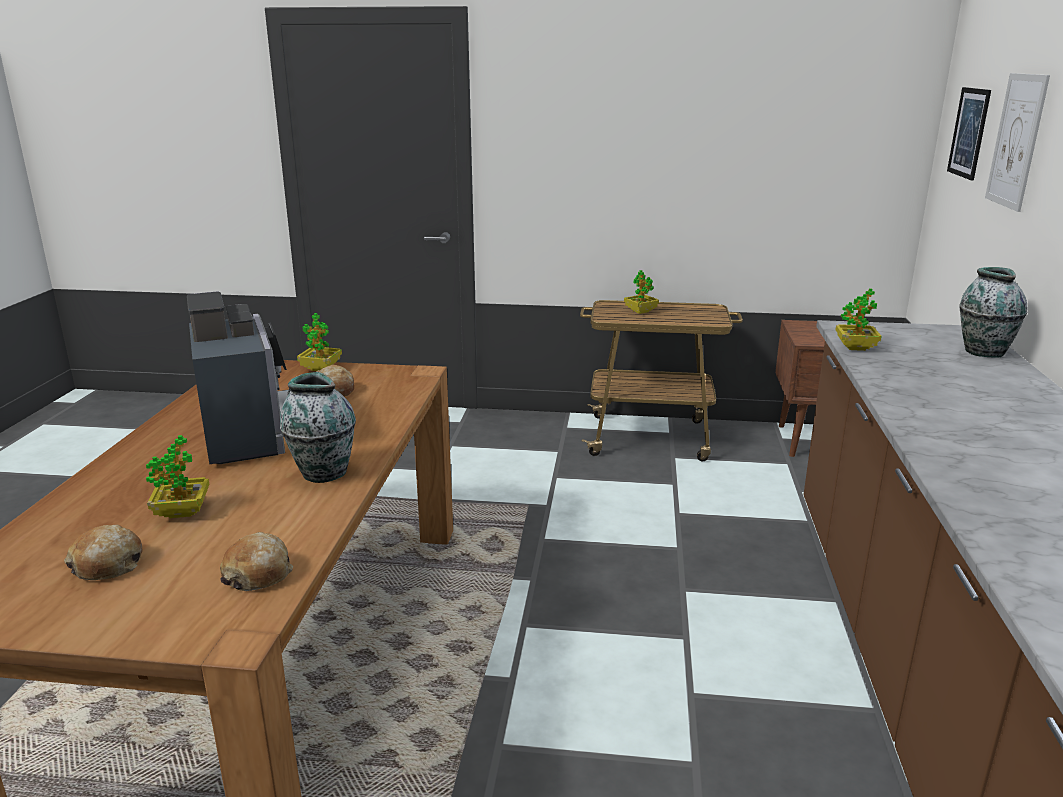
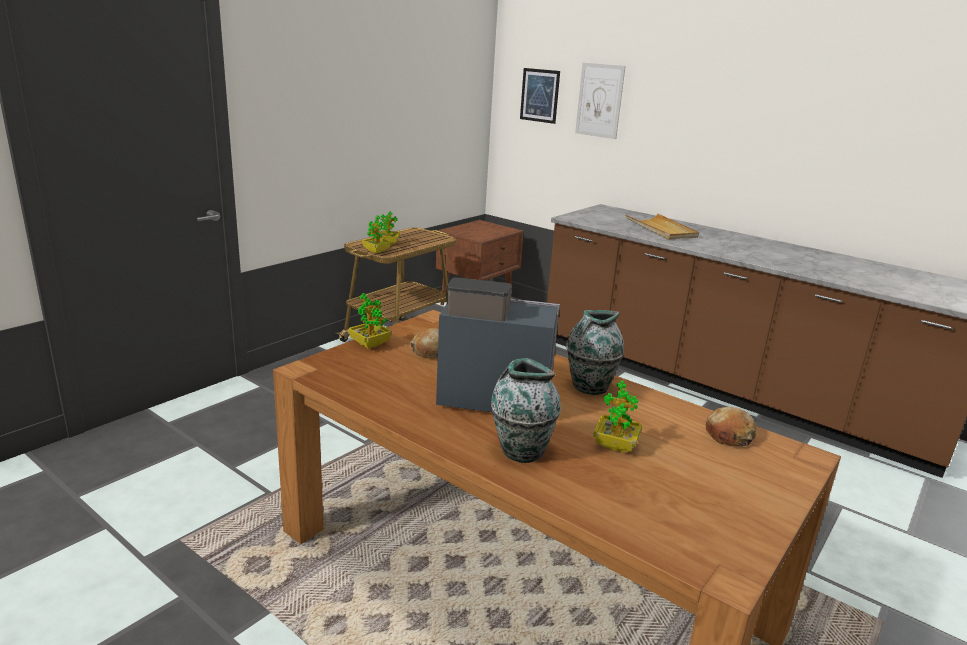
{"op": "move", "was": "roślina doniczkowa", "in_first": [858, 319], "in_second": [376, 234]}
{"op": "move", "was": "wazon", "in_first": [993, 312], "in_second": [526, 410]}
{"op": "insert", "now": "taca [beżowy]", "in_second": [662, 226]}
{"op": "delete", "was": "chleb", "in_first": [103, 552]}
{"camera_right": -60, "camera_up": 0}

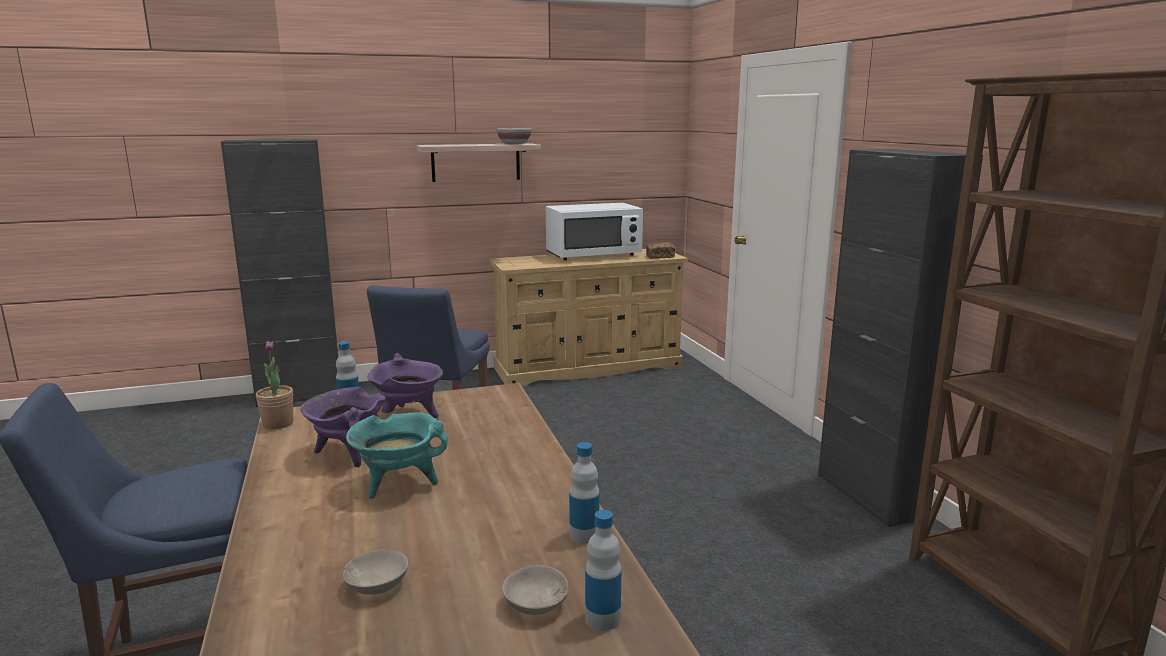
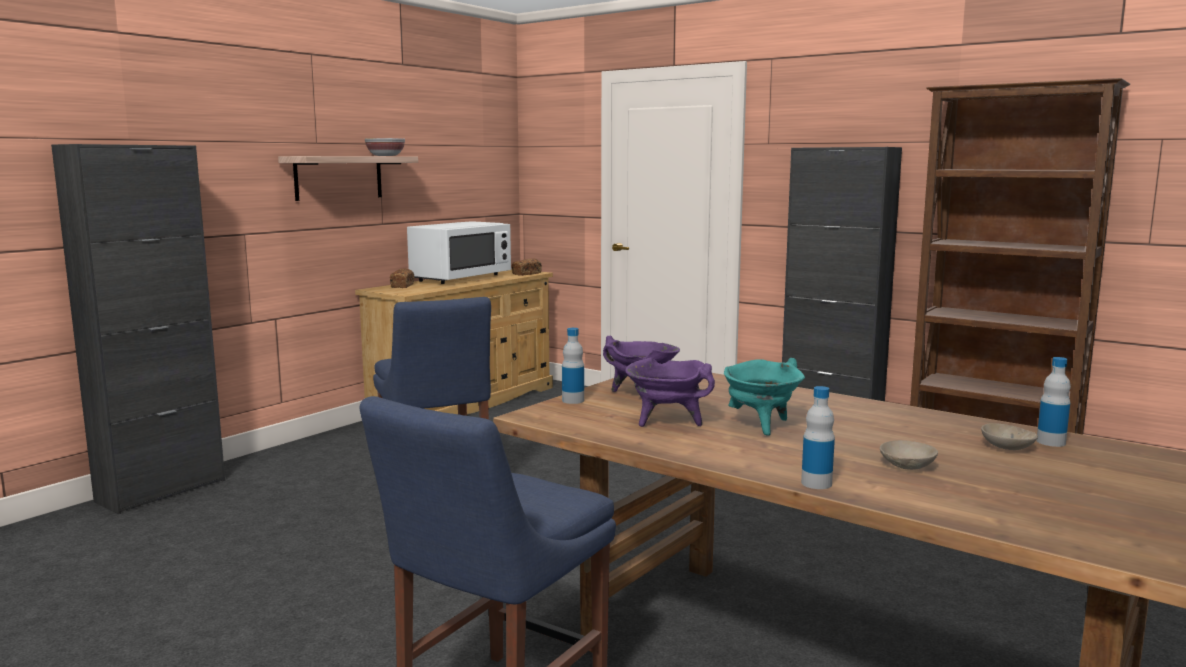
{"op": "insert", "now": "chleb", "in_second": [402, 278]}
{"op": "move", "was": "butelka", "in_first": [584, 493], "in_second": [818, 437]}
{"op": "delete", "was": "roślina doniczkowa", "in_first": [274, 385]}
{"camera_right": -35, "camera_up": -5}

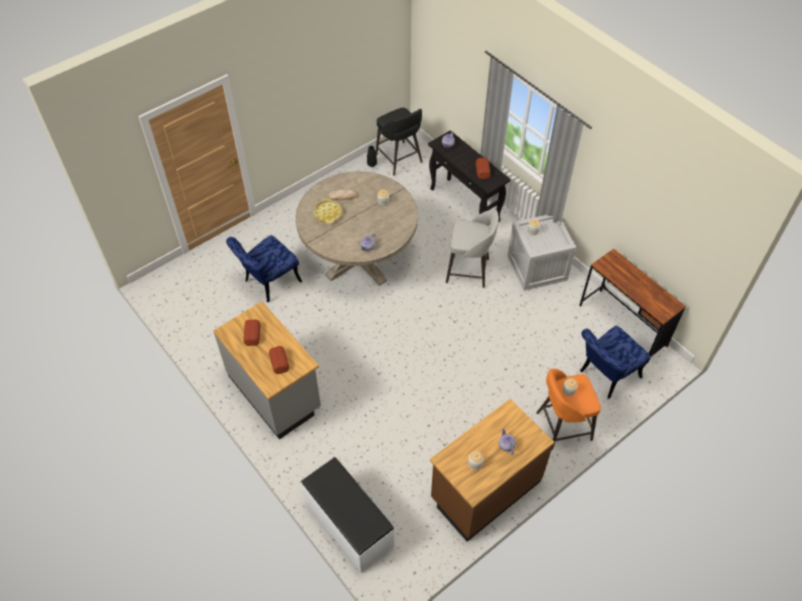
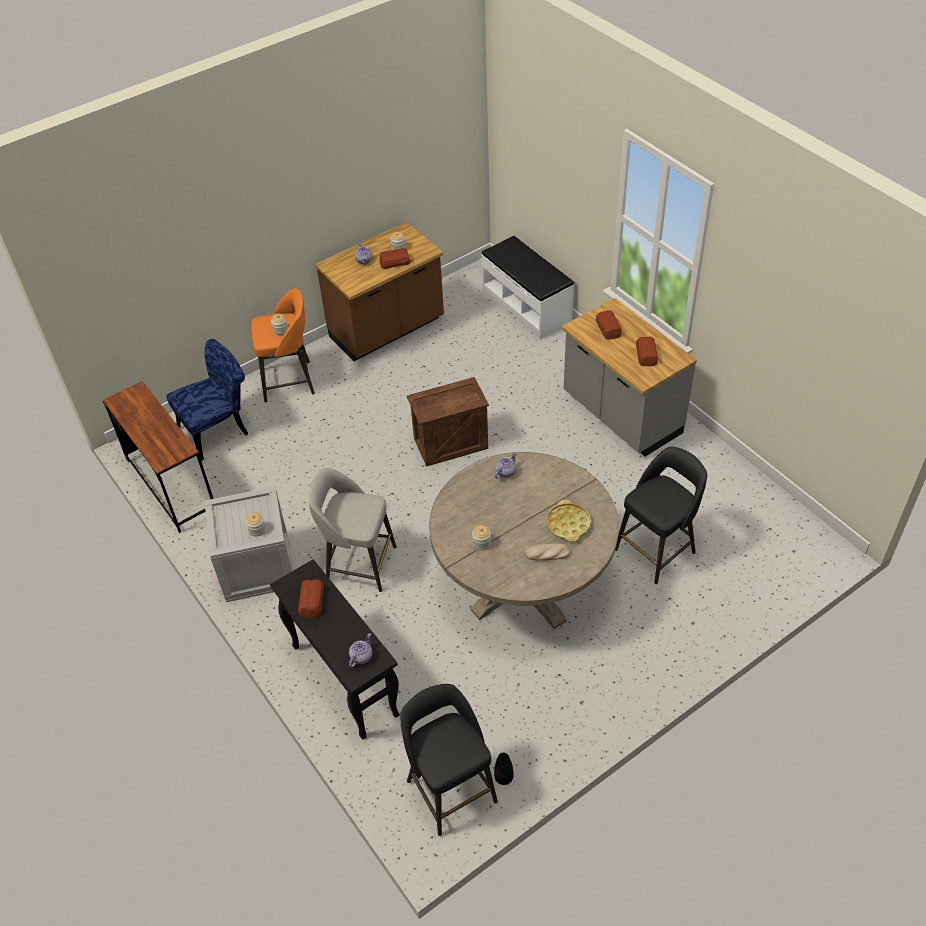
{"op": "insert", "now": "chleb", "in_second": [395, 258]}
{"op": "insert", "now": "skrzynka", "in_second": [448, 422]}
{"op": "replace", "was": "krzesło [niebieski]", "now": "stołek [czarny]", "in_first": [264, 268], "in_second": [661, 515]}
{"camera_right": -175, "camera_up": -5}

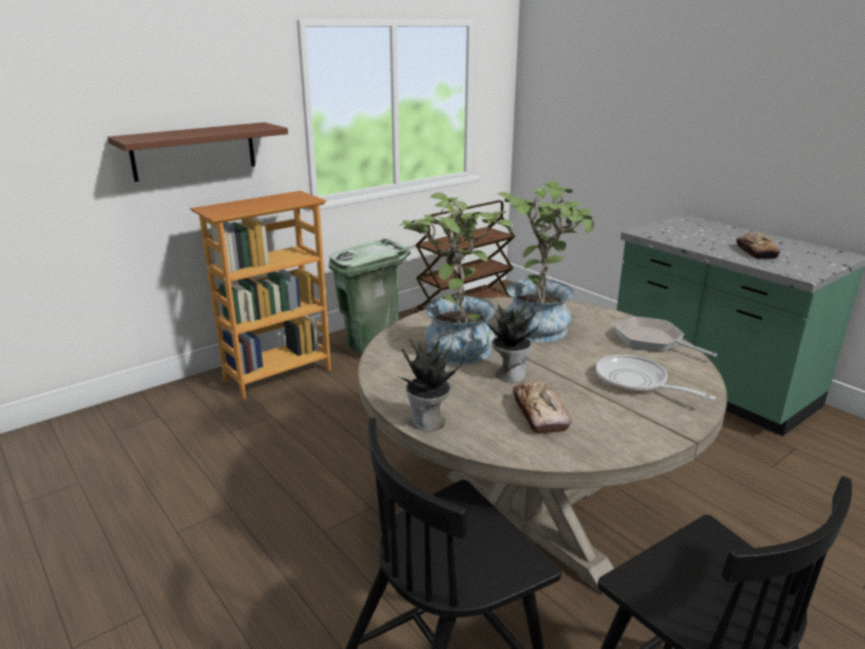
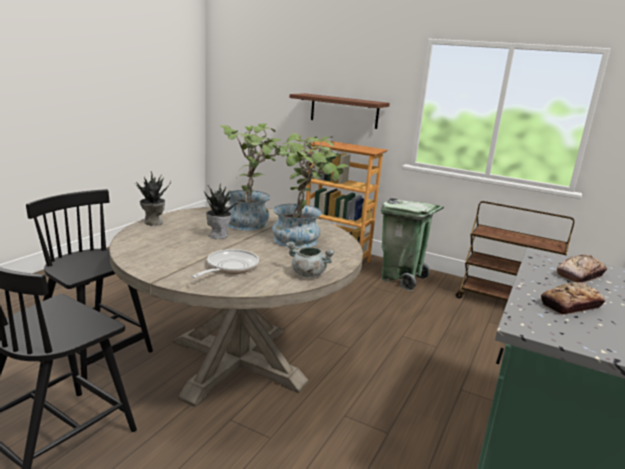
{"op": "replace", "was": "patelnia", "now": "garnek [szary]", "in_first": [665, 336], "in_second": [310, 259]}
{"op": "move", "was": "chleb", "in_first": [542, 407], "in_second": [582, 268]}
{"camera_right": 65, "camera_up": -5}

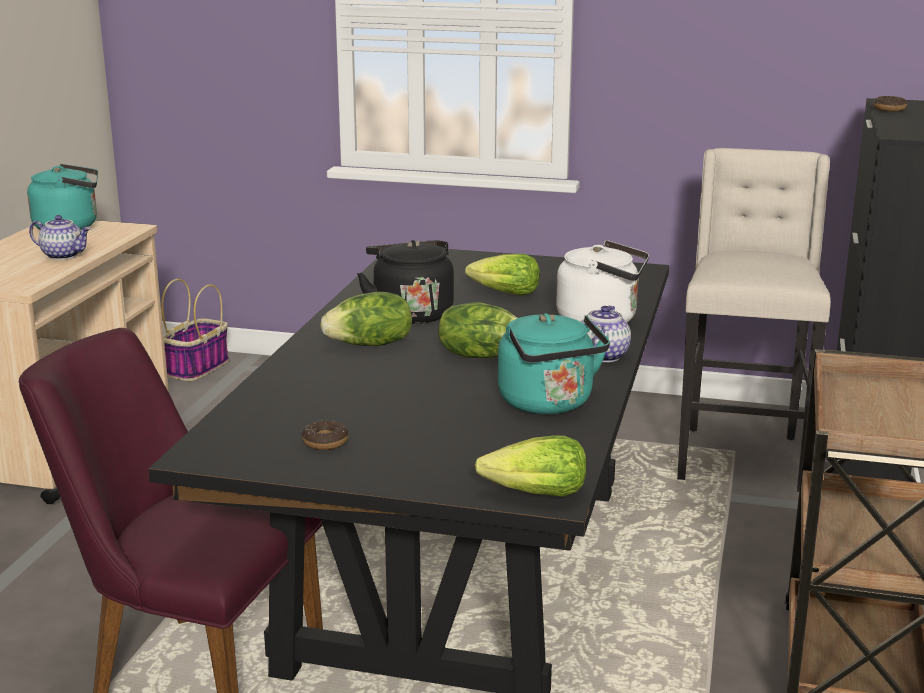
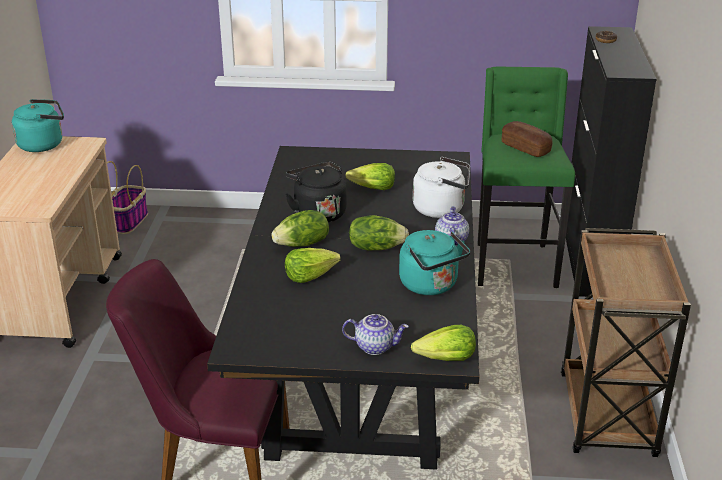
{"op": "insert", "now": "sałata", "in_second": [313, 265]}
{"op": "move", "was": "imbryk", "in_first": [60, 237], "in_second": [375, 334]}
{"op": "recolor", "was": "stołek [beżowy]", "now": "stołek [zielony]", "in_first": [754, 319], "in_second": [526, 177]}
{"op": "insert", "now": "chleb", "in_second": [527, 139]}
{"op": "delete", "was": "donut", "in_first": [324, 435]}
{"camera_right": -10, "camera_up": 10}

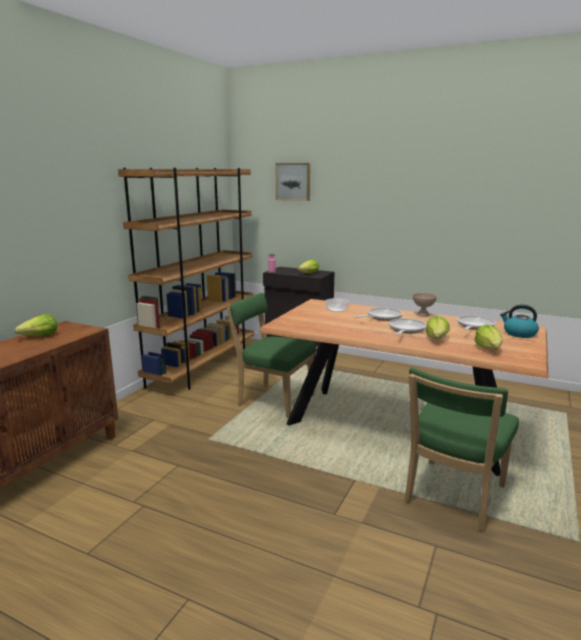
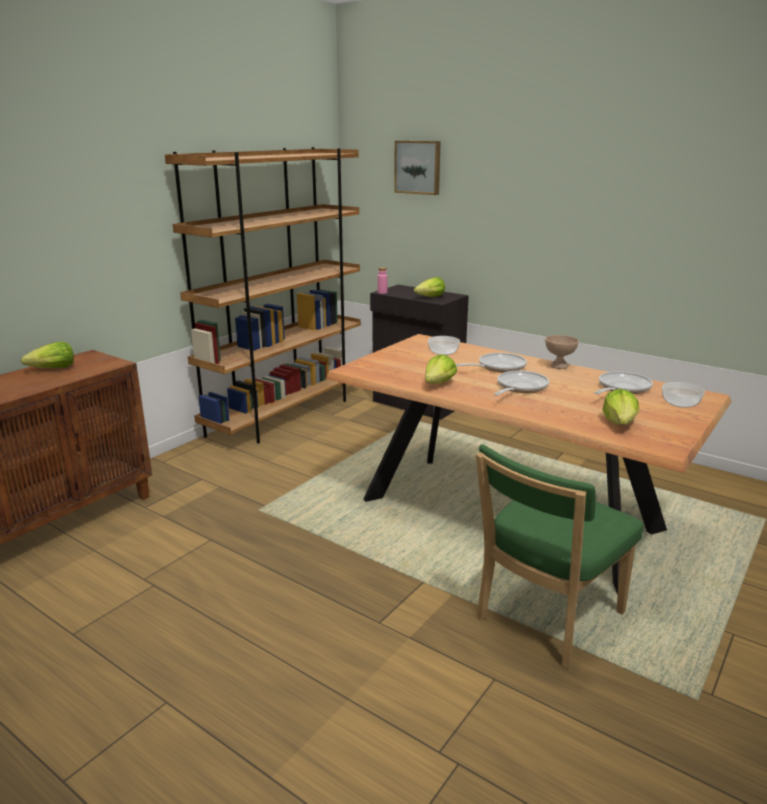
{"op": "move", "was": "sałata", "in_first": [438, 327], "in_second": [441, 369]}
{"op": "replace", "was": "czajnik", "now": "miska", "in_first": [519, 321], "in_second": [683, 395]}
{"op": "delete", "was": "krzesło [zielony]", "in_first": [271, 355]}
{"camera_right": 10, "camera_up": 5}

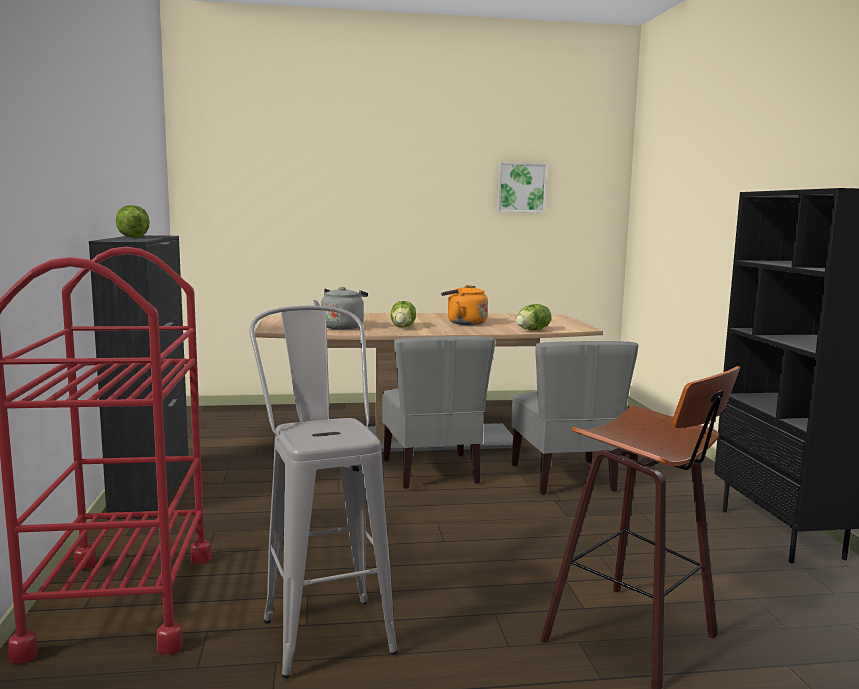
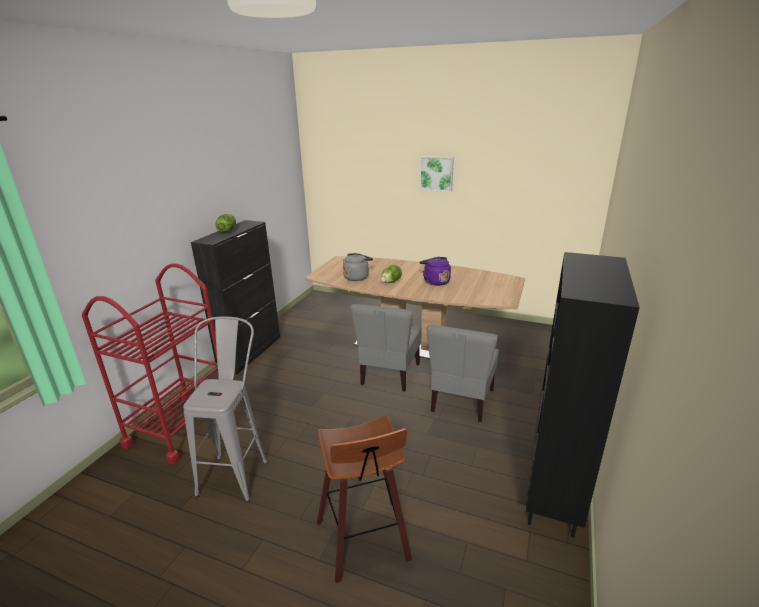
{"op": "move", "was": "obraz", "in_first": [522, 188], "in_second": [437, 174]}
{"op": "recolor", "was": "czajnik [pomarańczowy]", "now": "czajnik [fioletowy]", "in_first": [464, 305], "in_second": [435, 271]}
{"op": "delete", "was": "sałata", "in_first": [533, 317]}
{"camera_right": 30, "camera_up": 15}

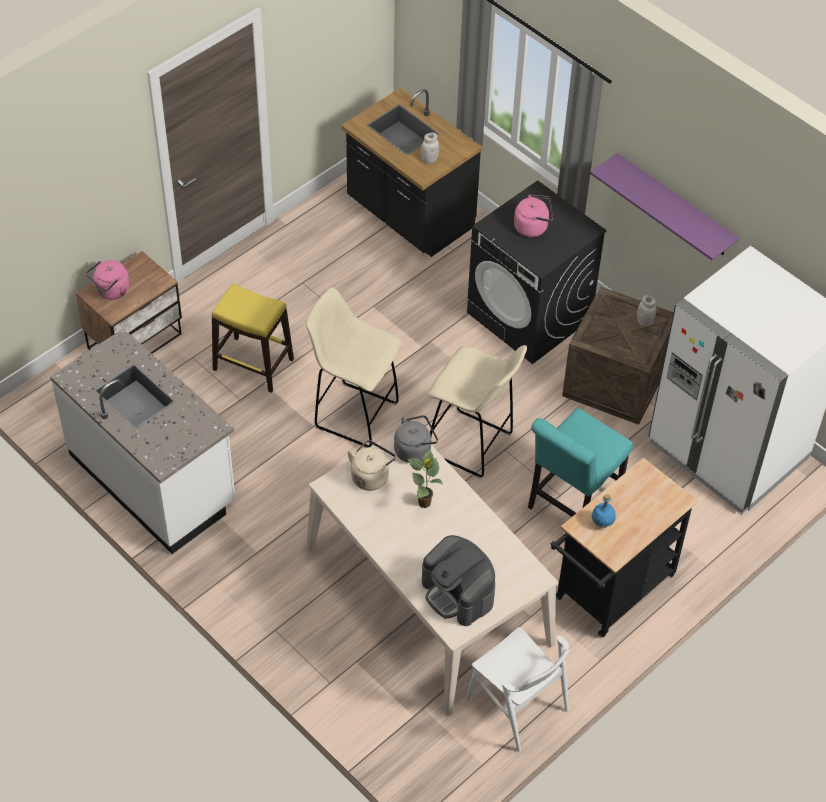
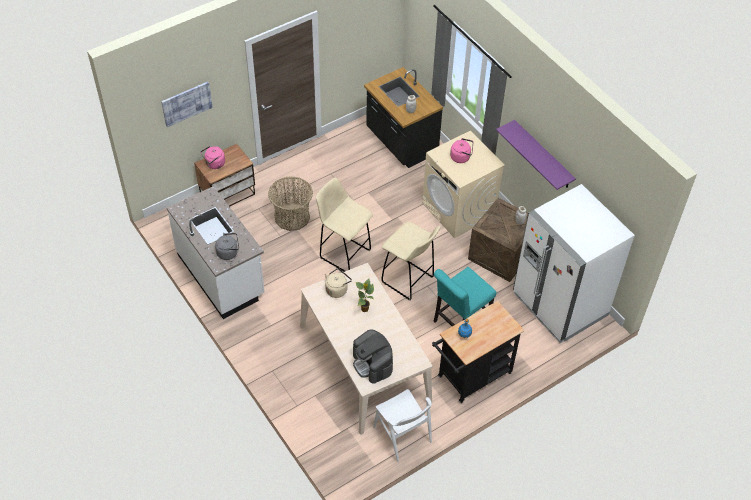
{"op": "insert", "now": "obraz", "in_second": [187, 104]}
{"op": "move", "was": "czajnik [szary]", "in_first": [416, 439], "in_second": [227, 246]}
{"op": "replace", "was": "stołek [żółty]", "now": "koszyk", "in_first": [253, 338], "in_second": [291, 204]}
{"op": "recolor", "was": "pralka [czarny]", "now": "pralka [beżowy]", "in_first": [537, 272], "in_second": [463, 184]}
{"camera_right": 10, "camera_up": 0}

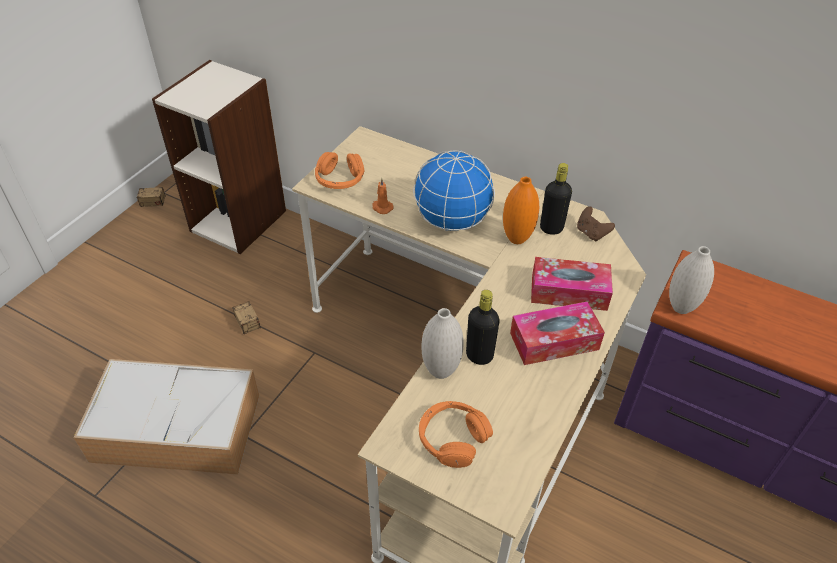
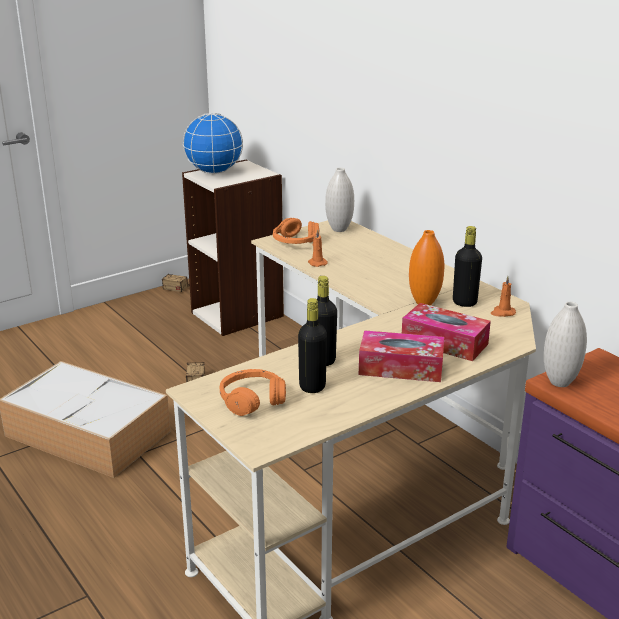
{"op": "move", "was": "globus", "in_first": [454, 191], "in_second": [213, 143]}
{"op": "insert", "now": "butelka [czarny]", "in_second": [312, 345]}
{"op": "move", "was": "wazon [biały]", "in_first": [442, 343], "in_second": [339, 199]}
{"op": "replace", "was": "pad do gier [brązowy]", "now": "świeca [pomarańczowy]", "in_first": [596, 223], "in_second": [503, 296]}
{"camera_right": 25, "camera_up": -20}

